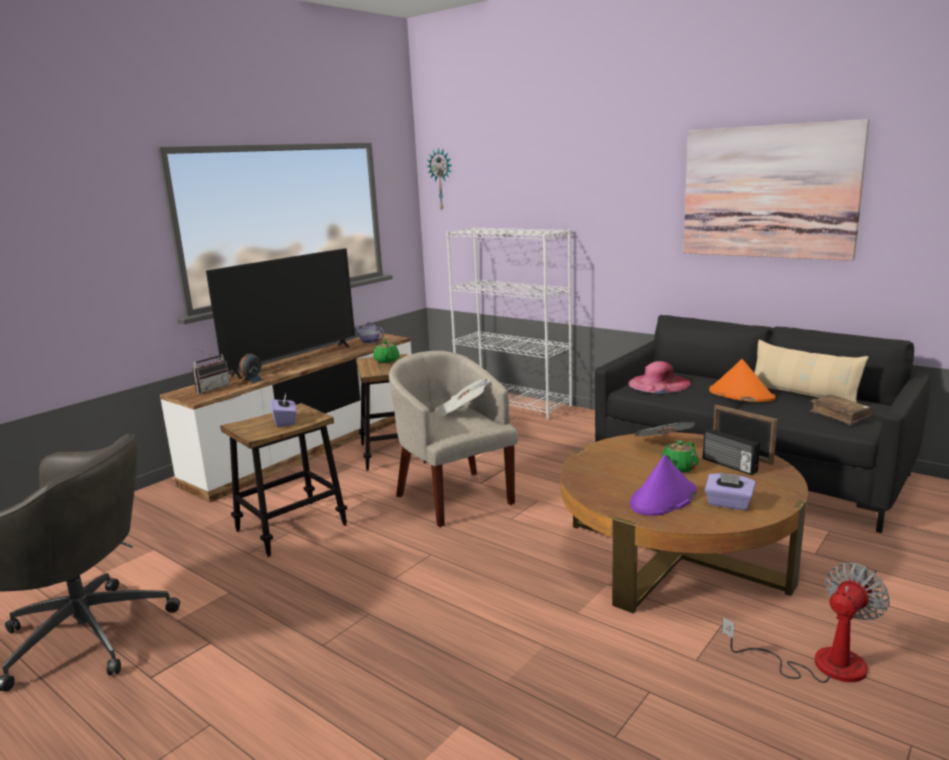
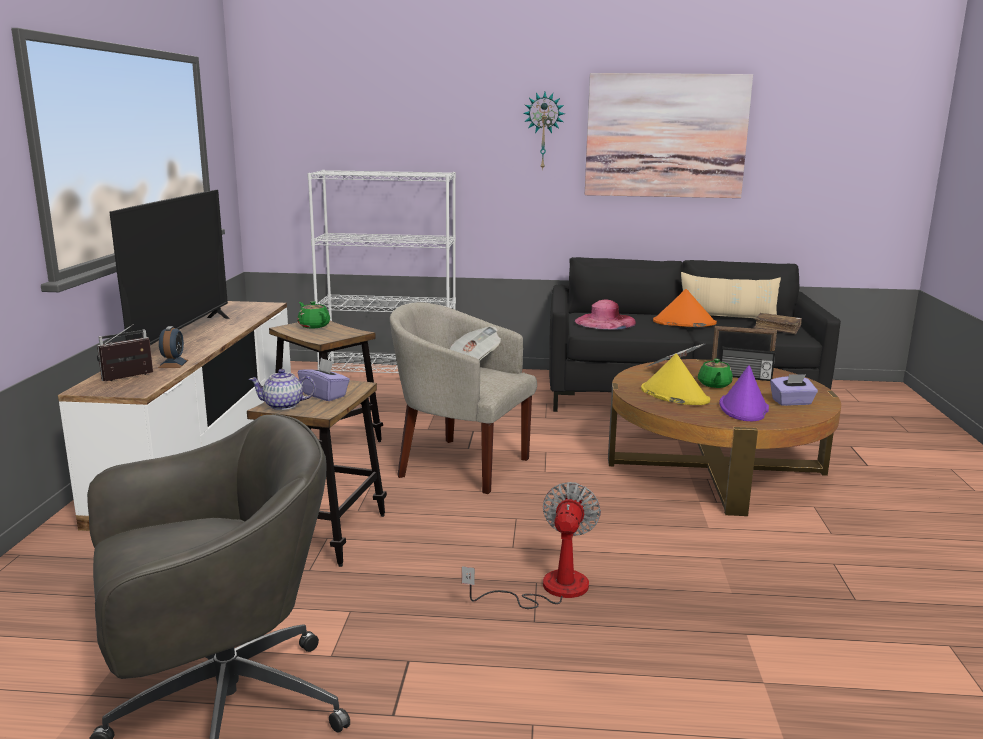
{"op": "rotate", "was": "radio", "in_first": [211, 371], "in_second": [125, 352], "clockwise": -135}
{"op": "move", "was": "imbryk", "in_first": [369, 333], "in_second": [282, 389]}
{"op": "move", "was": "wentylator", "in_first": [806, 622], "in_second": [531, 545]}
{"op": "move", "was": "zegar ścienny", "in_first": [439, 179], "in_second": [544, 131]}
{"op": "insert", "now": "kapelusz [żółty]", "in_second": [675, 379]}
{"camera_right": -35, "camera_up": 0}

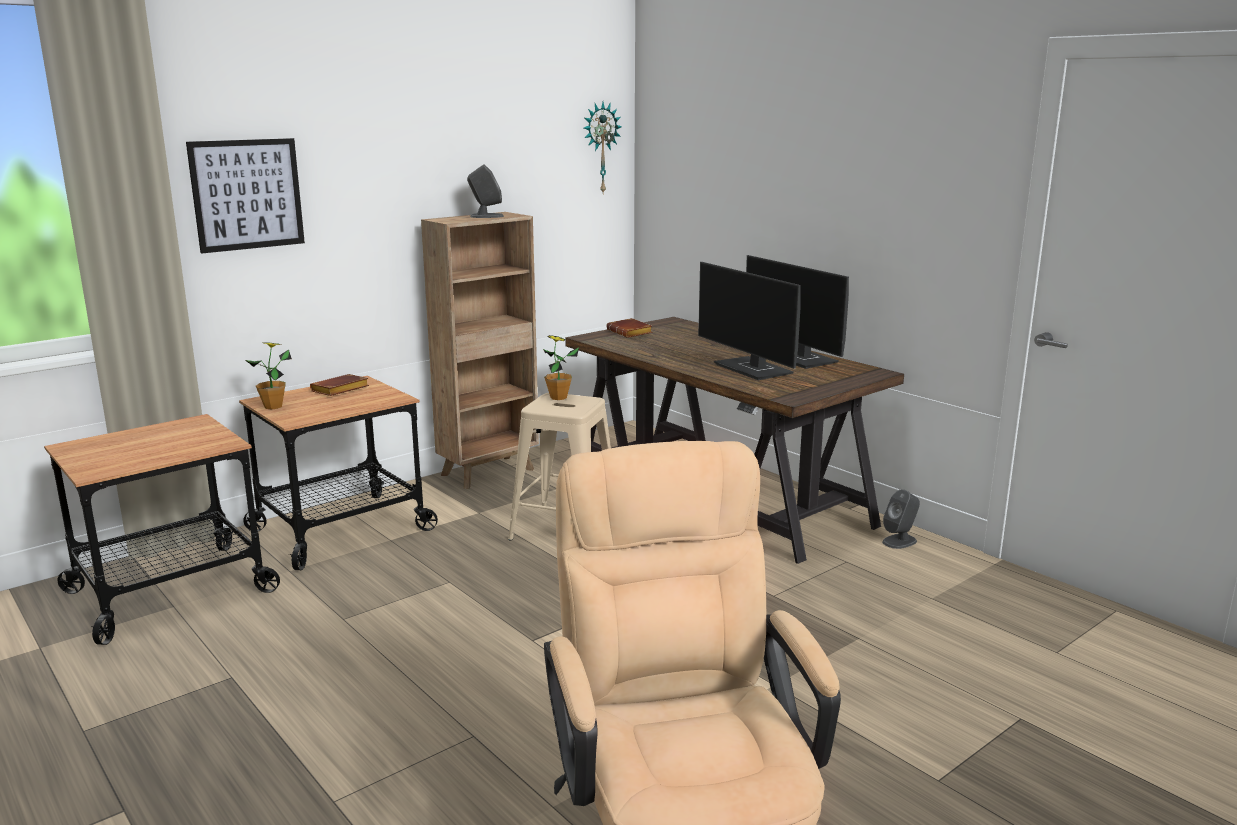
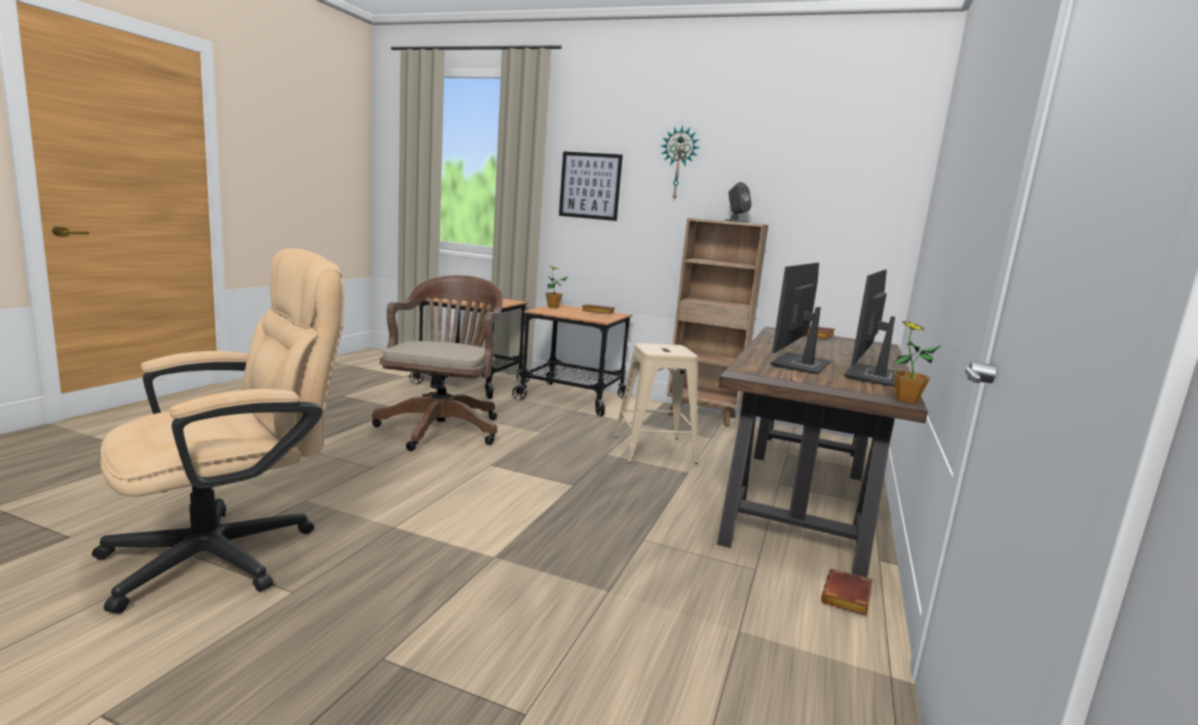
{"op": "insert", "now": "krzesło biurowe [brązowy]", "in_second": [437, 363]}
{"op": "move", "was": "zegar ścienny", "in_first": [603, 147], "in_second": [680, 162]}
{"op": "replace", "was": "głośnik [szary]", "now": "książka [brązowy]", "in_first": [901, 519], "in_second": [847, 592]}
{"op": "move", "was": "roślina doniczkowa", "in_first": [561, 367], "in_second": [917, 362]}
{"camera_right": 60, "camera_up": -5}

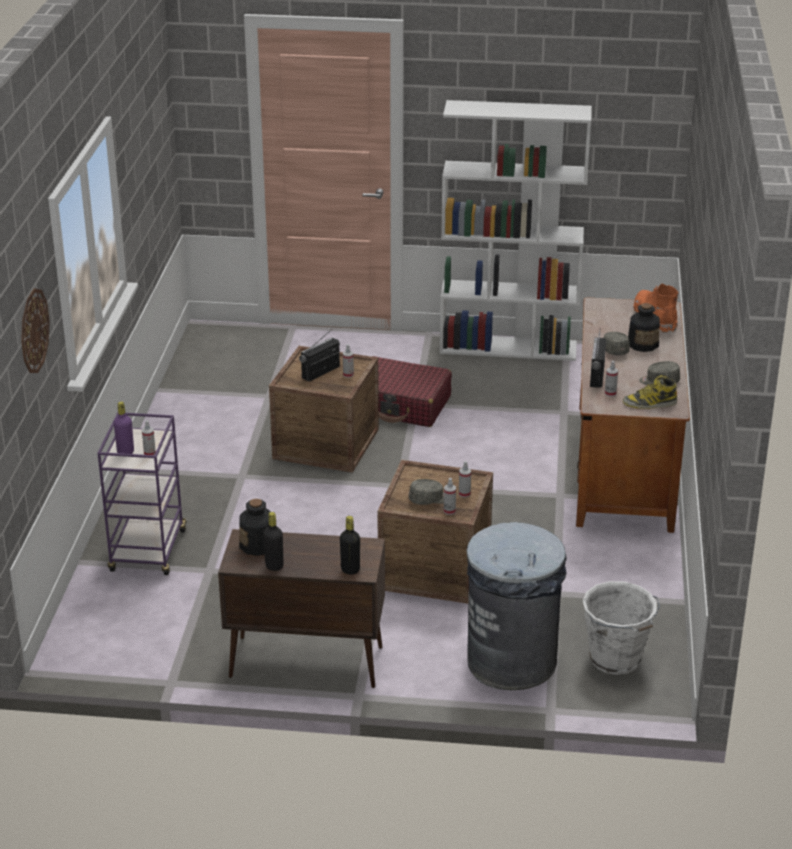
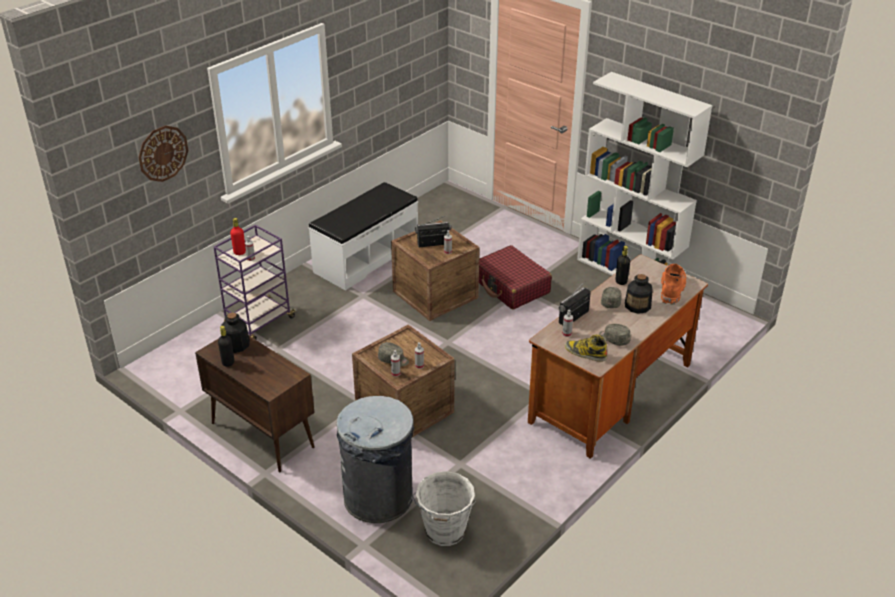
{"op": "recolor", "was": "butelka [fioletowy]", "now": "butelka [czerwony]", "in_first": [124, 428], "in_second": [238, 236]}
{"op": "insert", "now": "ławka [biały]", "in_second": [363, 236]}
{"op": "move", "was": "butelka [czarny]", "in_first": [350, 545], "in_second": [622, 265]}
{"camera_right": 35, "camera_up": 5}

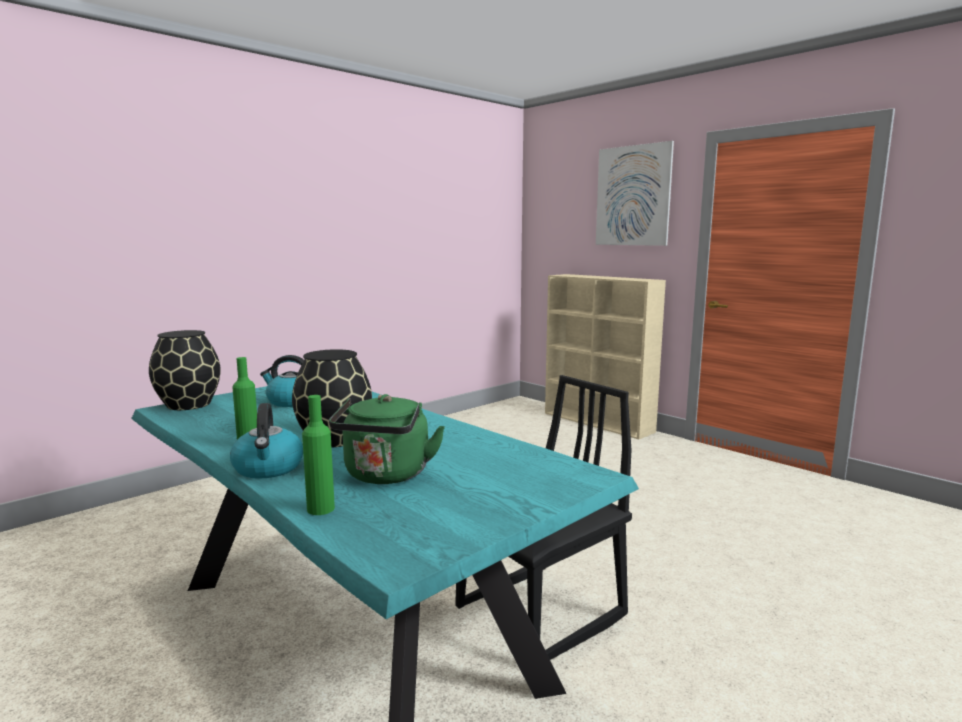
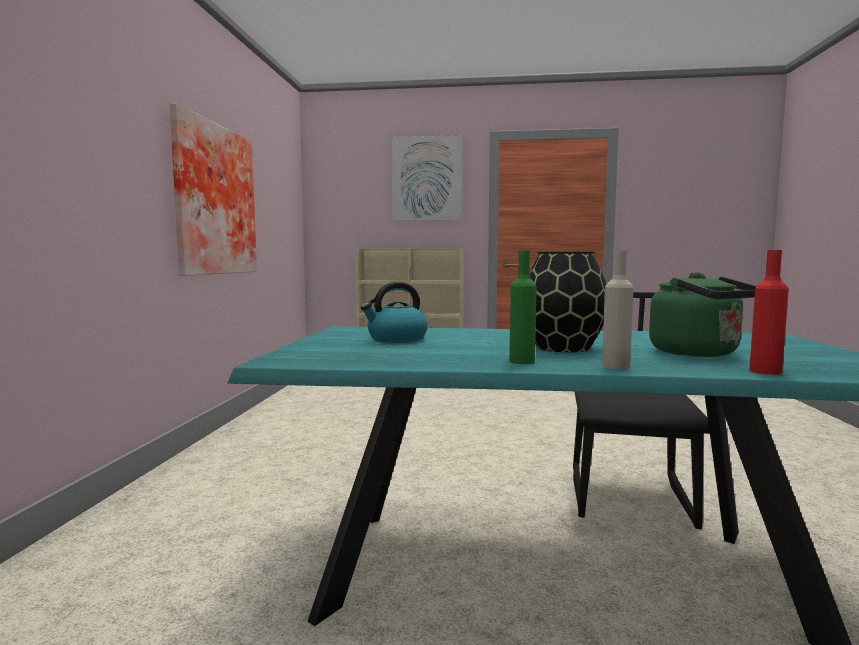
{"op": "insert", "now": "obraz", "in_second": [213, 189]}
{"op": "replace", "was": "czajnik", "now": "butelka [beżowy]", "in_first": [266, 441], "in_second": [618, 309]}
{"op": "recolor", "was": "butelka [zielony]", "now": "butelka [czerwony]", "in_first": [318, 455], "in_second": [769, 312]}
{"op": "delete", "was": "wazon [czarny]", "in_first": [185, 370]}
{"camera_right": -40, "camera_up": -5}

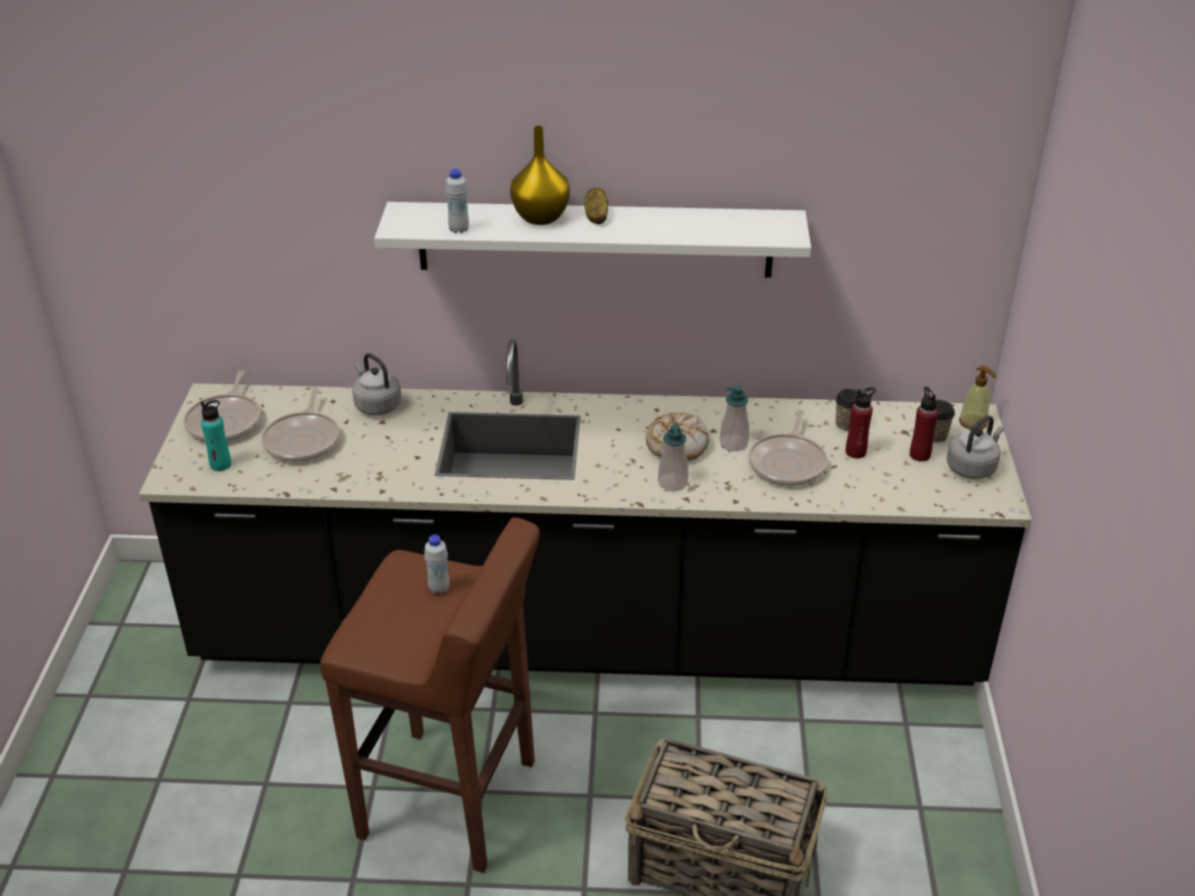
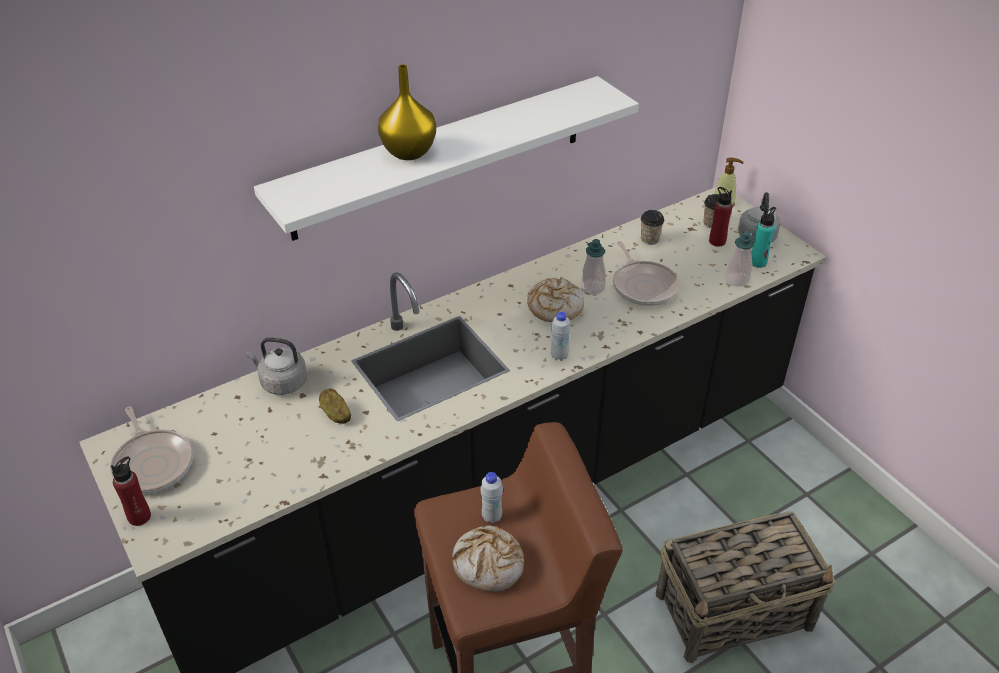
{"op": "move", "was": "butelka [czerwony]", "in_first": [861, 422], "in_second": [131, 491]}
{"op": "move", "was": "ziemniak", "in_first": [596, 206], "in_second": [335, 406]}
{"op": "insert", "now": "chleb", "in_second": [488, 558]}
{"op": "move", "was": "butelka [biały]", "in_first": [457, 201], "in_second": [561, 336]}
{"op": "move", "was": "dozownik mydła", "in_first": [673, 457], "in_second": [740, 258]}
{"op": "move", "was": "butelka [turkusowy]", "in_first": [216, 435], "in_second": [764, 237]}
{"op": "delete", "was": "patelnia", "in_first": [300, 424]}
{"camera_right": -35, "camera_up": 5}

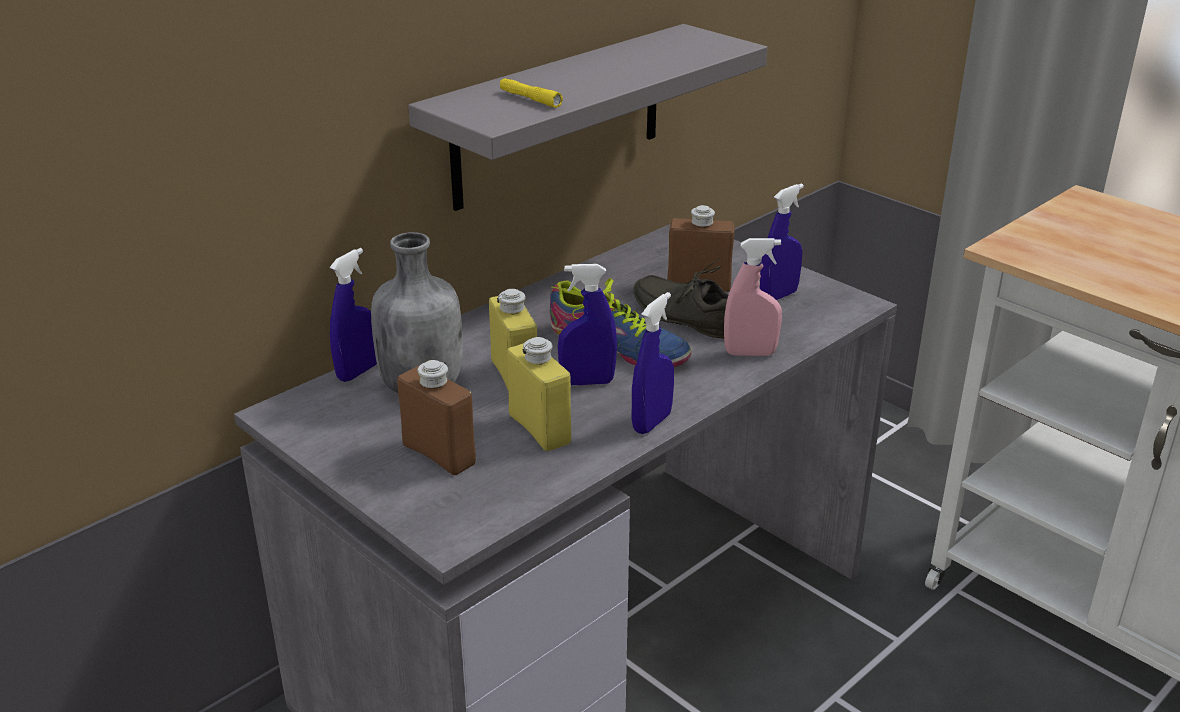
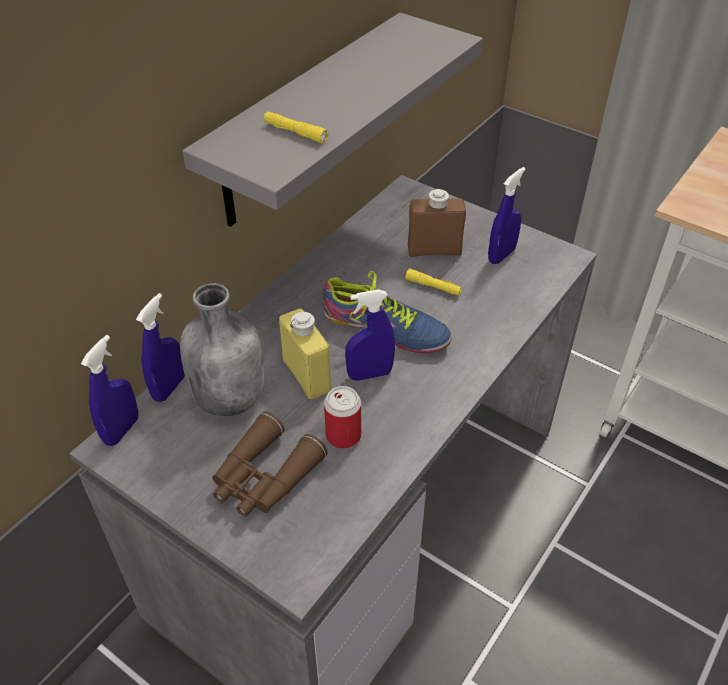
{"op": "move", "was": "spryskiwacz [niebieski]", "in_first": [653, 363], "in_second": [109, 390]}
{"op": "replace", "was": "butelka [brązowy]", "now": "lornetka [brązowy]", "in_first": [436, 417], "in_second": [270, 464]}
{"op": "replace", "was": "butelka [żółty]", "now": "puszka", "in_first": [539, 394], "in_second": [342, 417]}
{"op": "replace", "was": "but [szary]", "now": "latarka [żółty]", "in_first": [680, 298], "in_second": [433, 282]}
{"op": "delete", "was": "spryskiwacz [różowy]", "in_first": [753, 297]}
{"camera_right": -10, "camera_up": 15}

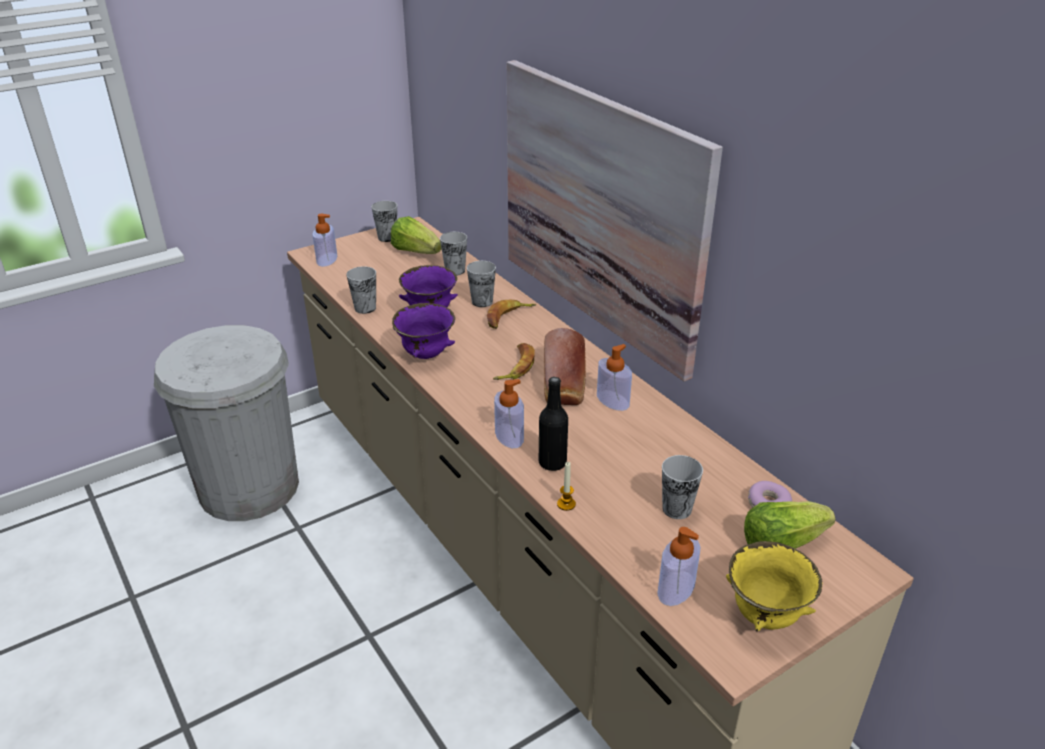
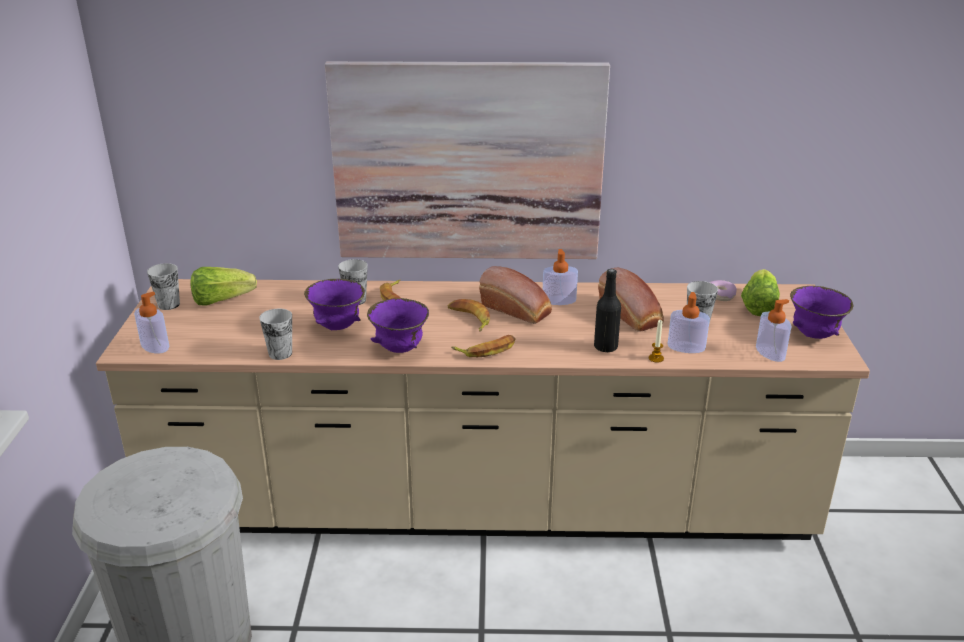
{"op": "insert", "now": "banan", "in_second": [483, 346]}
{"op": "insert", "now": "chleb", "in_second": [631, 300]}
{"op": "move", "was": "dozownik mydła", "in_first": [509, 413], "in_second": [689, 322]}
{"op": "recolor", "was": "miska [żółty]", "now": "miska [fioletowy]", "in_first": [774, 586], "in_second": [821, 312]}
{"op": "delete", "was": "filiżanka", "in_first": [453, 253]}
{"camera_right": -55, "camera_up": -5}

